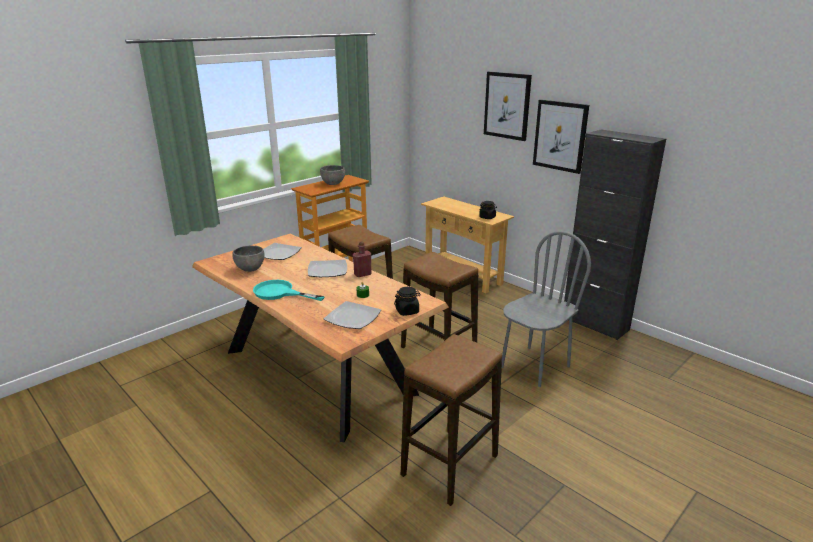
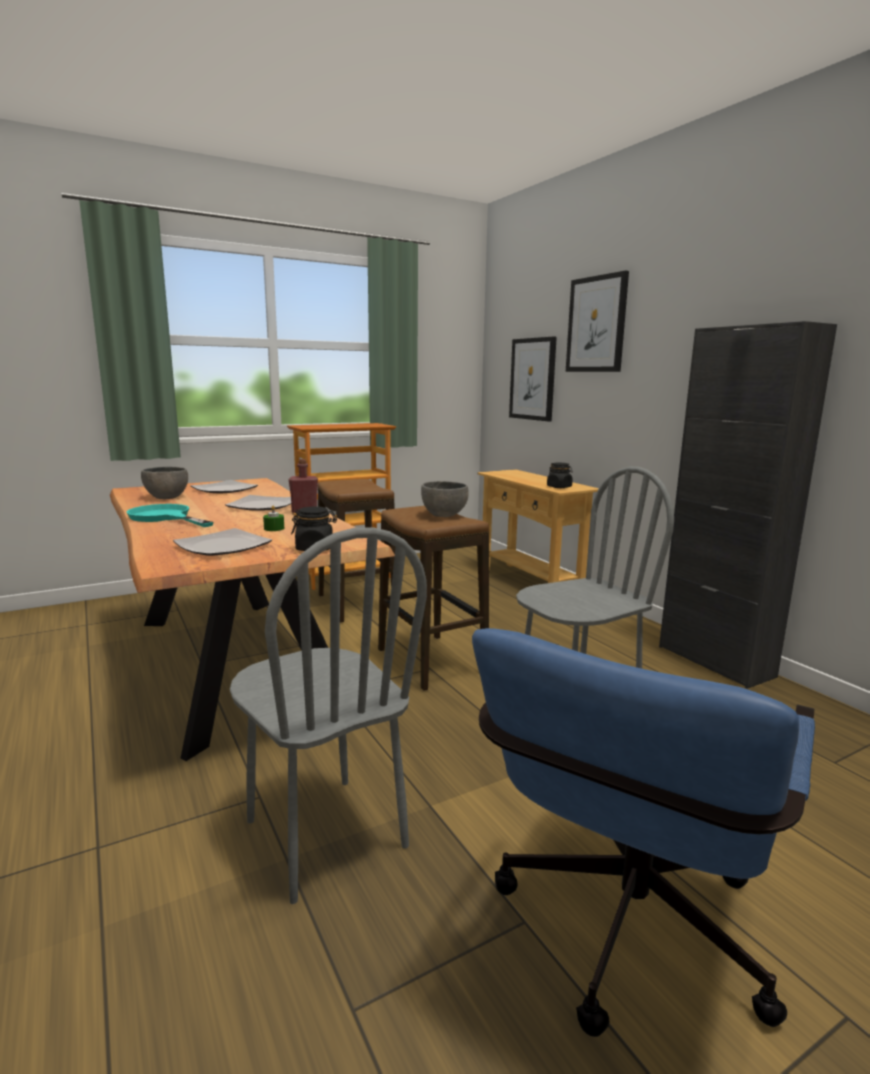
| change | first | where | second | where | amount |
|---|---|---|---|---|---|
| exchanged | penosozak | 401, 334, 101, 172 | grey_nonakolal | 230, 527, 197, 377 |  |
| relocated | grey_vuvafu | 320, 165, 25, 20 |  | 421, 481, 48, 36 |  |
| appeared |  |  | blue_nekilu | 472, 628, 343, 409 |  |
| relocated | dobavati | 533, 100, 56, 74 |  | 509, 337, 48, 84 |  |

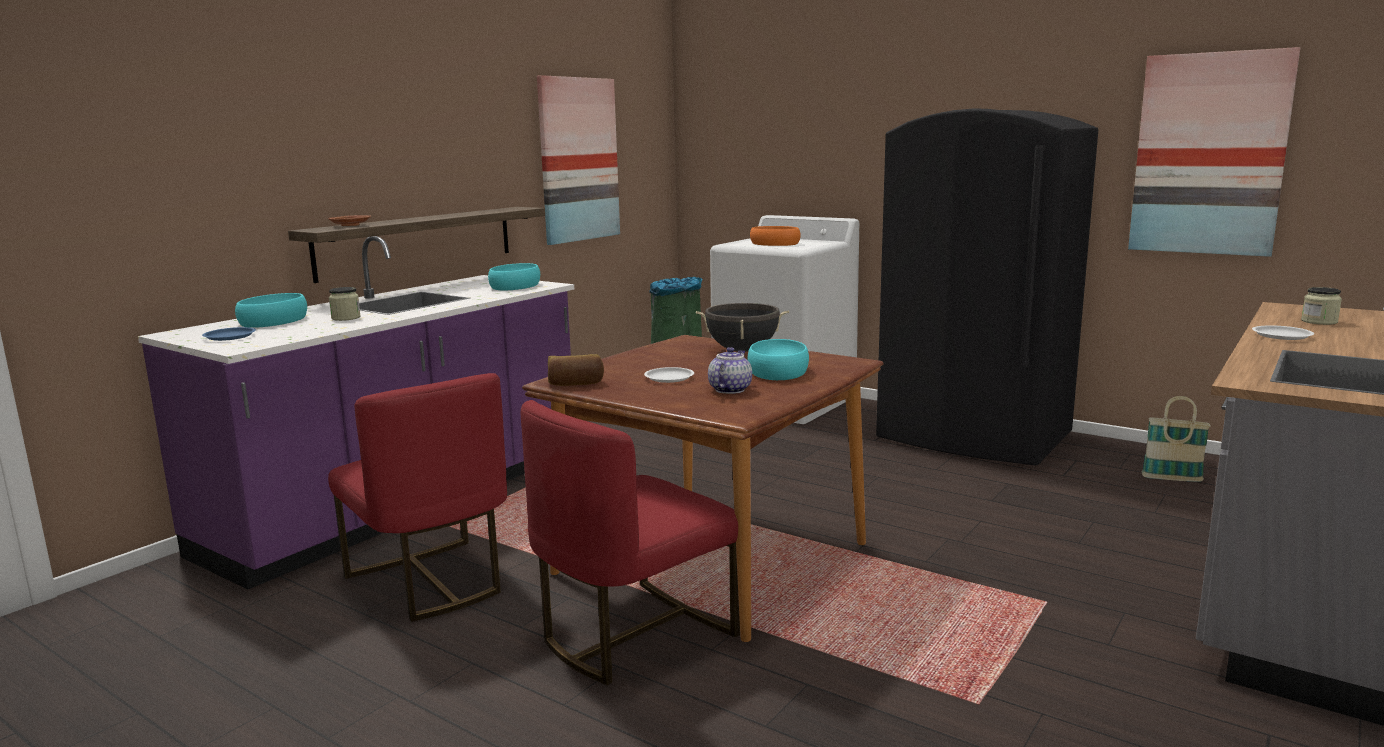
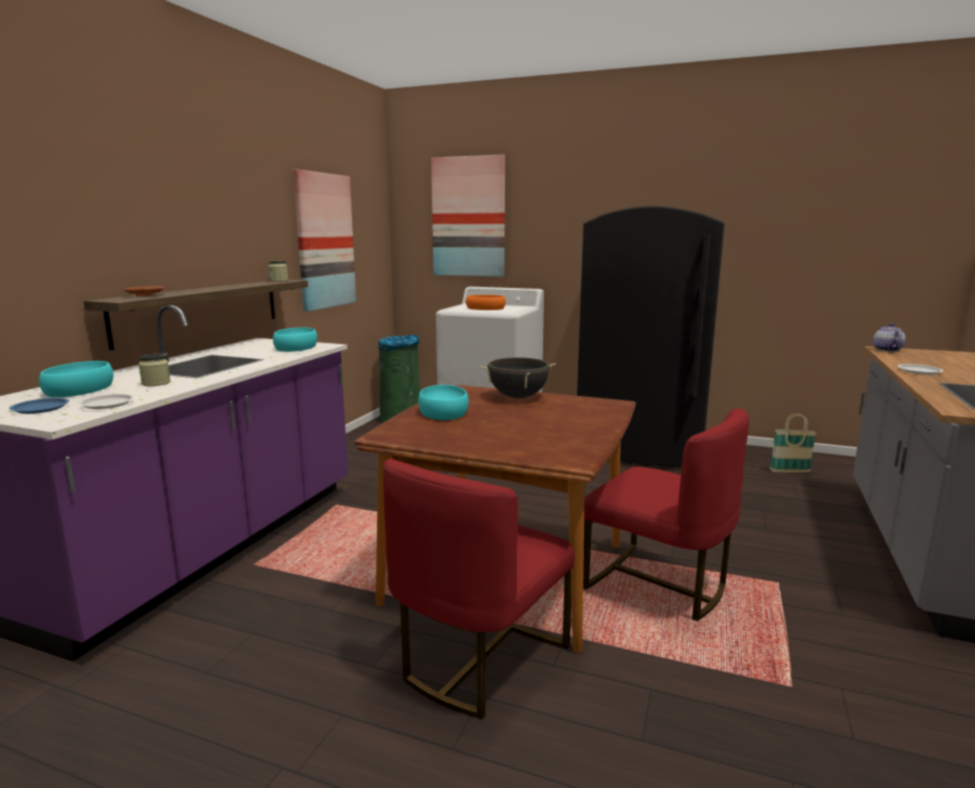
| change | first | where | second | where | amount |
|---|---|---|---|---|---|
| relocated | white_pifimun | 644, 367, 50, 16 |  | 78, 394, 56, 15 |  |
| relocated | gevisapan | 1301, 287, 41, 38 |  | 268, 261, 20, 20 |  |
| relocated | turquoise_vuvafu | 748, 339, 61, 41 |  | 418, 385, 51, 35 |  |
| relocated | dobavati | 1128, 47, 172, 210 |  | 431, 154, 74, 123 |  |
| relocated | red_nonakolal | 328, 373, 179, 249 |  | 583, 409, 166, 212 |  |
| relocated | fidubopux | 708, 347, 44, 47 |  | 873, 323, 33, 29 |  |
| missing | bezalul | 548, 354, 56, 32 |  |  |  |

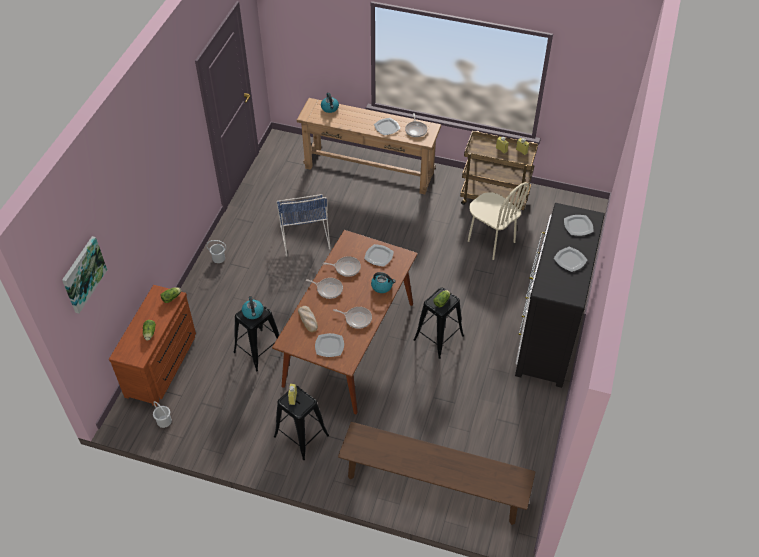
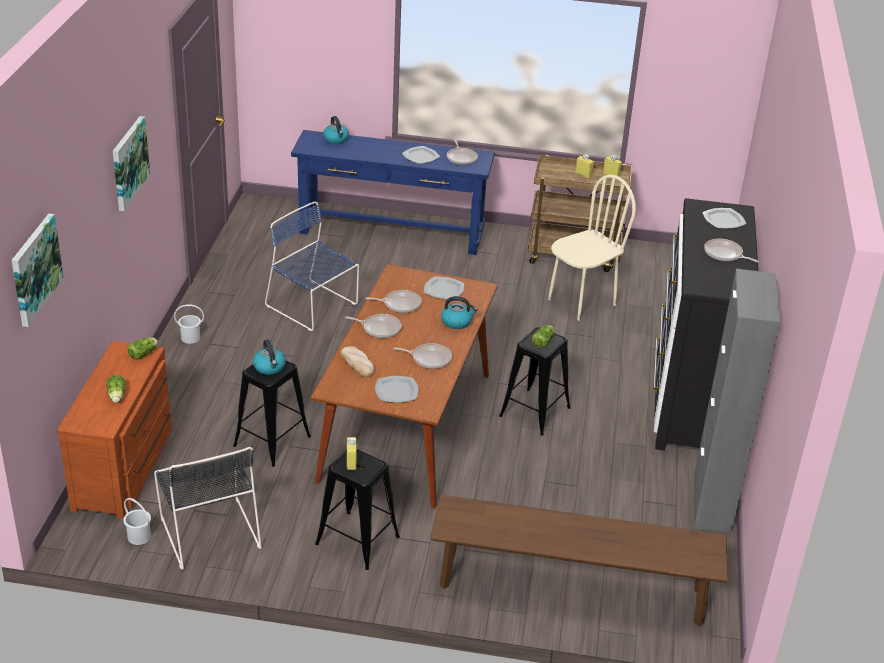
| change | first | where | second | where | amount |
|---|---|---|---|---|---|
| appeared |  |  | dobavati | 113, 116, 37, 95 |  |
| appeared |  |  | black_nonakolal | 154, 447, 108, 123 |  |
| spun | blue_nonakolal | 277, 194, 54, 62 |  | 265, 201, 94, 130 | 150 degrees clockwise |
| colour | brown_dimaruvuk | 297, 98, 144, 96 | blue_dimaruvuk | 291, 130, 204, 125 |  |
| spun | beige_nonakolal | 468, 182, 61, 78 |  | 548, 175, 88, 146 | 75 degrees counterclockwise |
| appeared |  |  | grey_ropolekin | 694, 269, 86, 264 |  |
| exchanged | pifimun | 554, 247, 33, 25 | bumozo | 704, 239, 55, 23 |  |

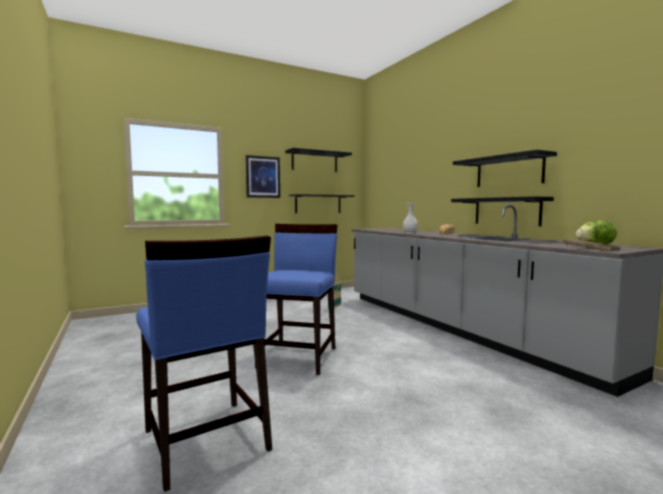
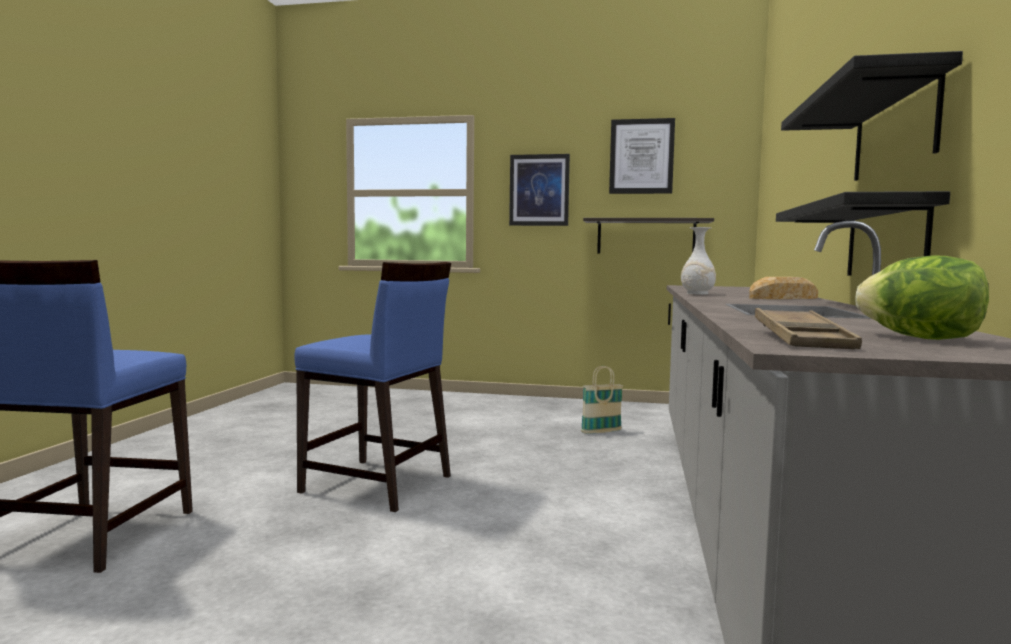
| change | first | where | second | where | amount |
|---|---|---|---|---|---|
| spun | blue_nonakolal | 255, 224, 83, 151 |  | 294, 262, 157, 250 | 60 degrees clockwise |
| exchanged | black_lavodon | 285, 148, 67, 24 | dobavati | 609, 118, 66, 76 |  |

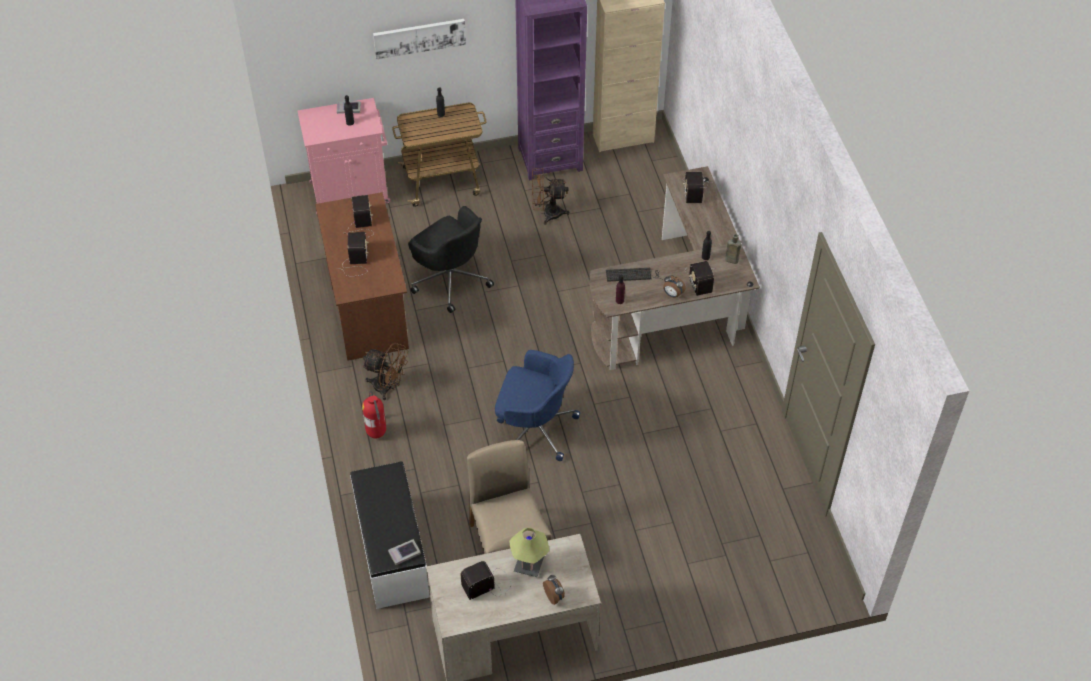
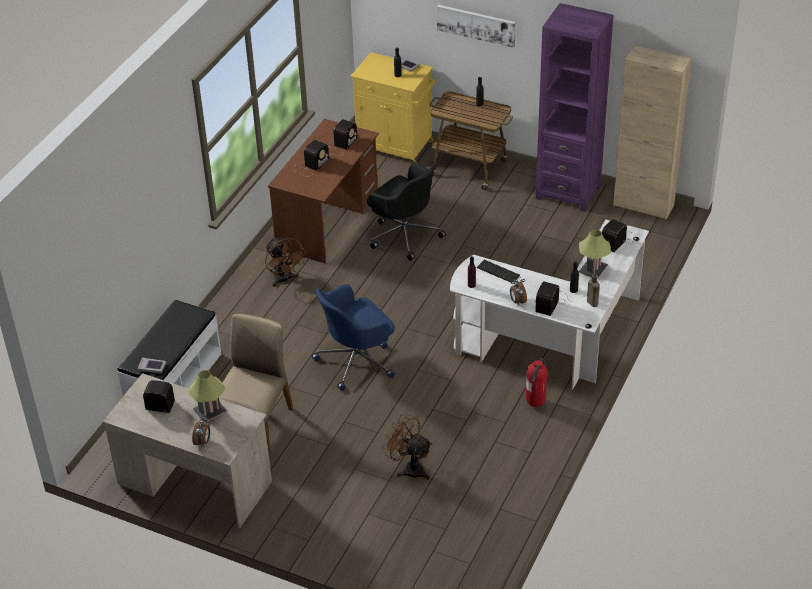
| change | first | where | second | where | amount |
|---|---|---|---|---|---|
| spun | blue_nekilu | 495, 350, 85, 111 |  | 312, 284, 83, 107 | 90 degrees clockwise |
| colour | pink_ropolekin | 297, 98, 93, 117 | yellow_ropolekin | 351, 52, 84, 111 |  |
| spun | black_nekilu | 408, 206, 86, 107 |  | 367, 163, 79, 98 | 45 degrees counterclockwise |
| relocated | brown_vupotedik | 532, 168, 38, 57 |  | 382, 415, 50, 65 |  |
| colour | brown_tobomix | 590, 166, 170, 204 | white_tobomix | 450, 220, 199, 170 |  |
| relocated | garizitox | 362, 391, 24, 47 |  | 526, 358, 21, 49 |  |
| appeared |  |  | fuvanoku | 579, 229, 32, 49 |  |

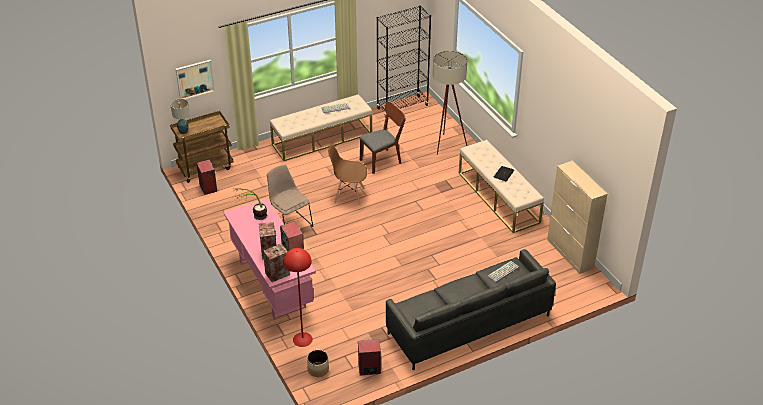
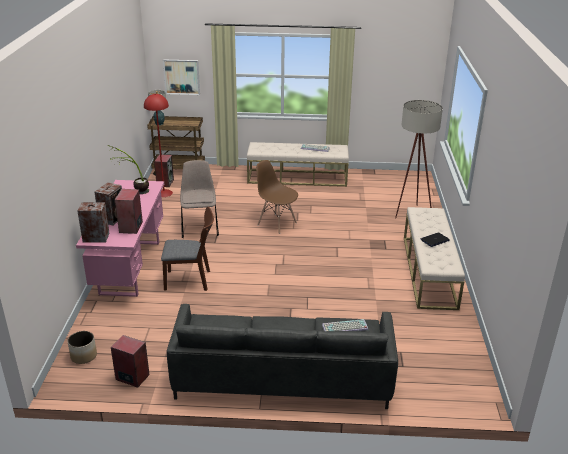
| change | first | where | second | where | amount |
|---|---|---|---|---|---|
| relocated | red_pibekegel | 283, 248, 30, 99 |  | 144, 94, 29, 103 |  |
| relocated | brown_nonakolal | 359, 101, 47, 73 |  | 161, 206, 53, 85 |  |
| missing | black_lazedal | 377, 5, 54, 113 |  |  |  |
| missing | beige_ropolekin | 547, 161, 60, 113 |  |  |  |

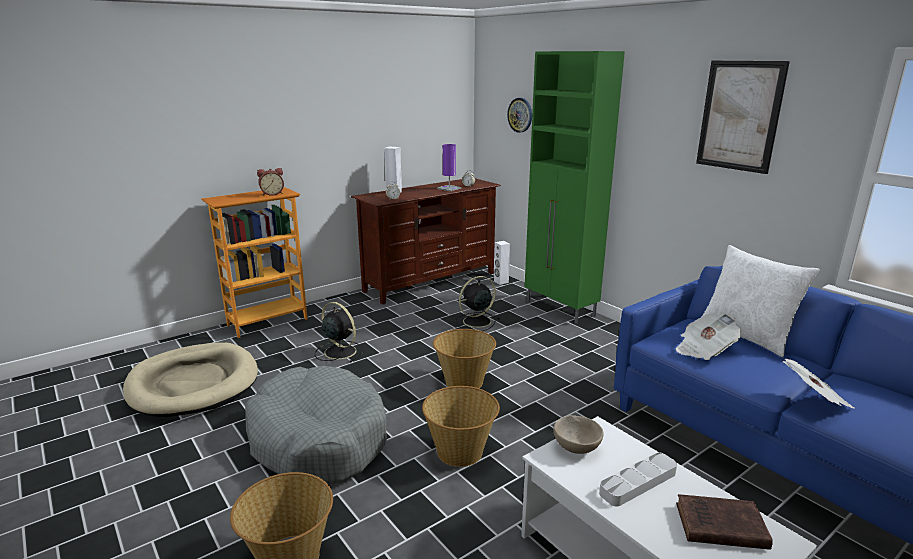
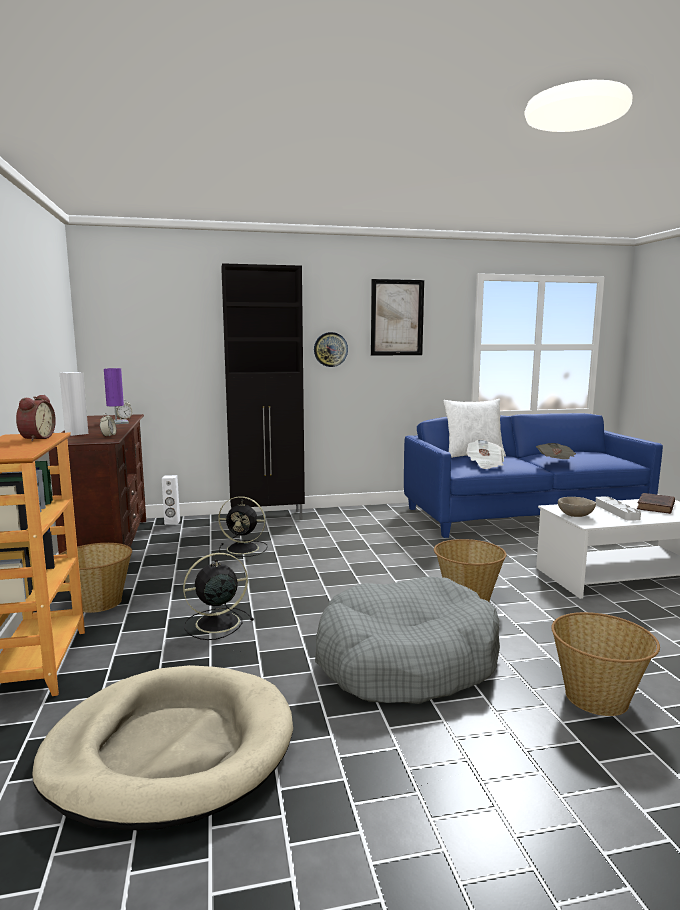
| change | first | where | second | where | amount |
|---|---|---|---|---|---|
| relocated | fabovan | 433, 329, 63, 59 |  | 59, 543, 73, 70 |  |
| spun | black_vupotedik | 456, 276, 44, 55 |  | 218, 496, 49, 61 | 75 degrees counterclockwise |
| colour | green_ropolekin | 525, 51, 100, 273 | black_ropolekin | 221, 263, 84, 256 |  |
| relocated | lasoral | 507, 98, 25, 35 |  | 314, 332, 34, 35 |  |

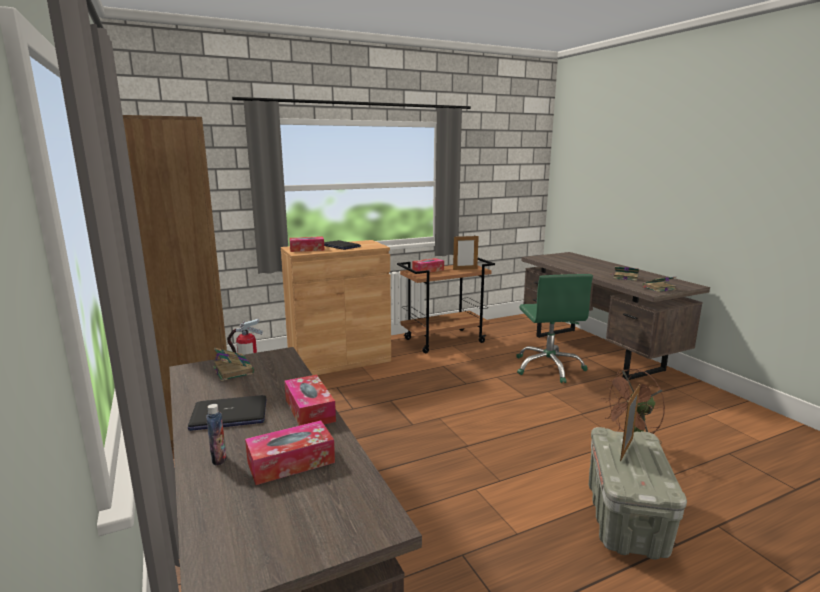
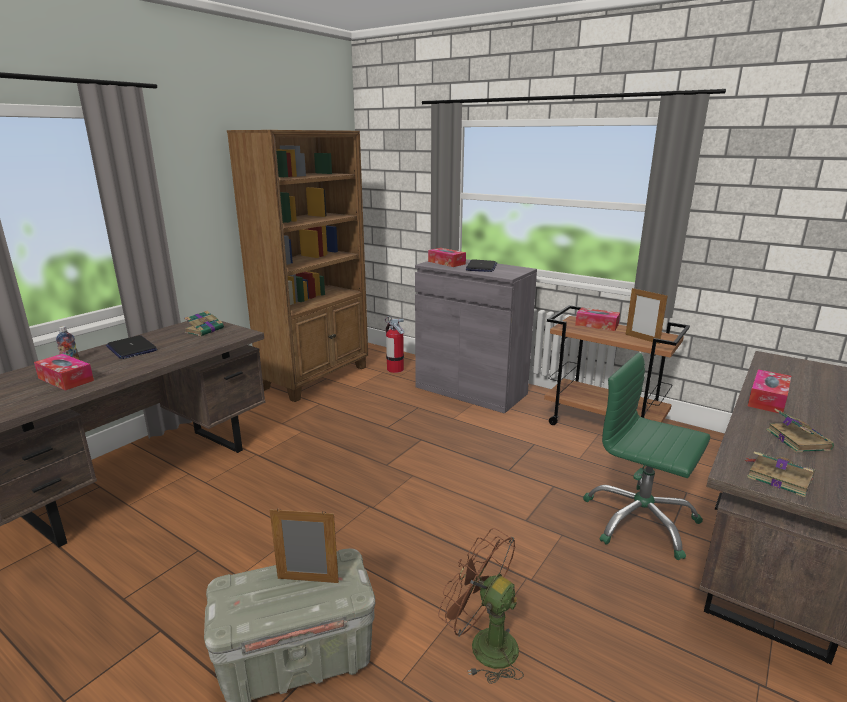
| change | first | where | second | where | amount |
|---|---|---|---|---|---|
| colour | brown_ropolekin | 281, 240, 110, 135 | grey_ropolekin | 415, 259, 122, 154 |  |
| spun | green_nekilu | 516, 274, 77, 109 |  | 583, 353, 127, 207 | 75 degrees clockwise |
| relocated | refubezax | 284, 375, 52, 51 |  | 748, 369, 43, 45 |  |

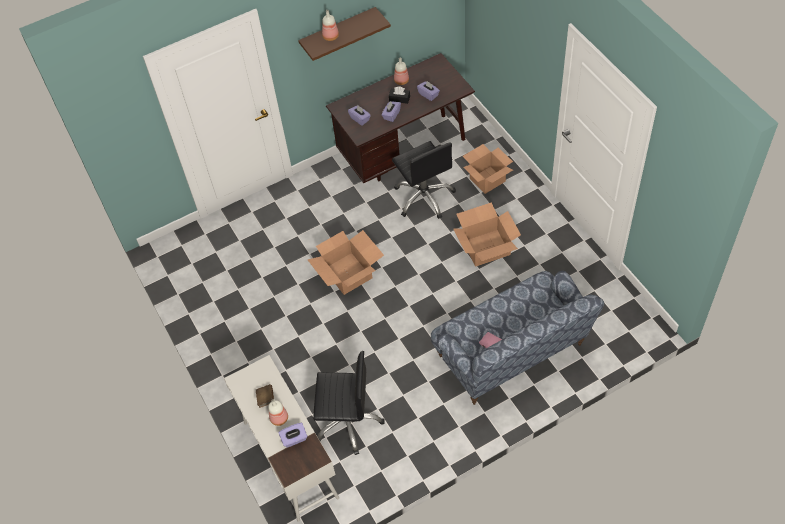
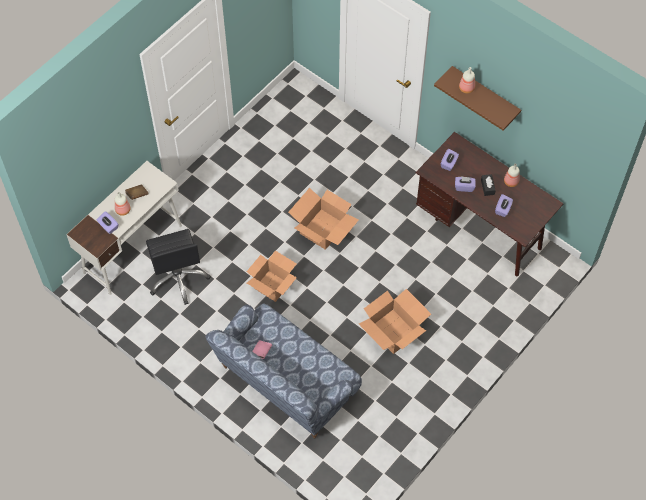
| change | first | where | second | where | amount |
|---|---|---|---|---|---|
| relocated | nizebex | 463, 144, 50, 50 |  | 247, 251, 50, 51 |  |
| missing | black_nekilu | 392, 141, 64, 78 |  |  |  |

